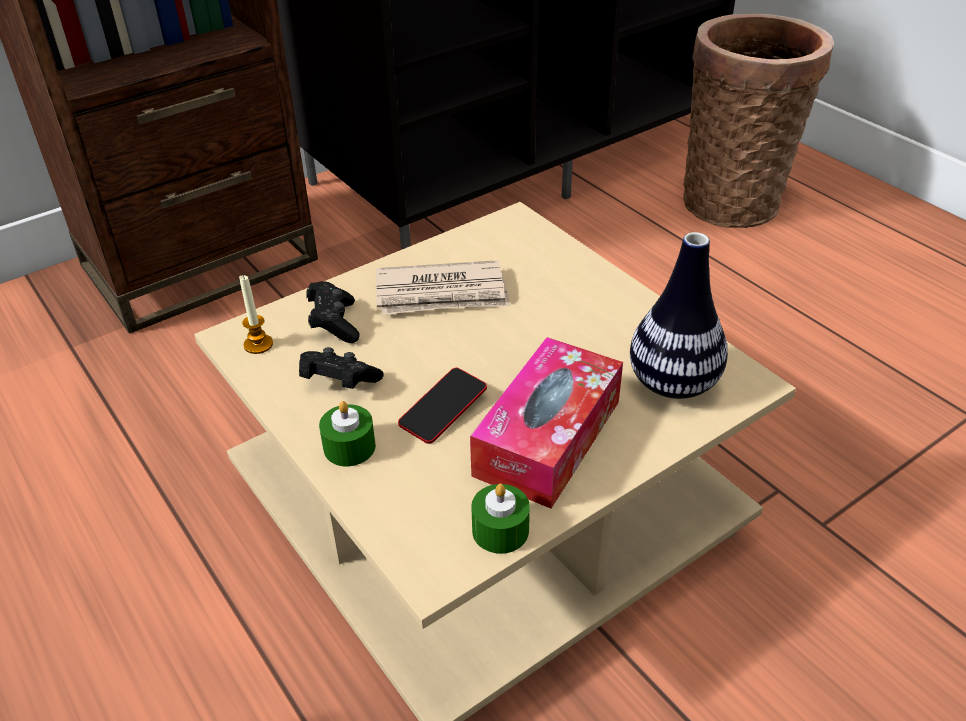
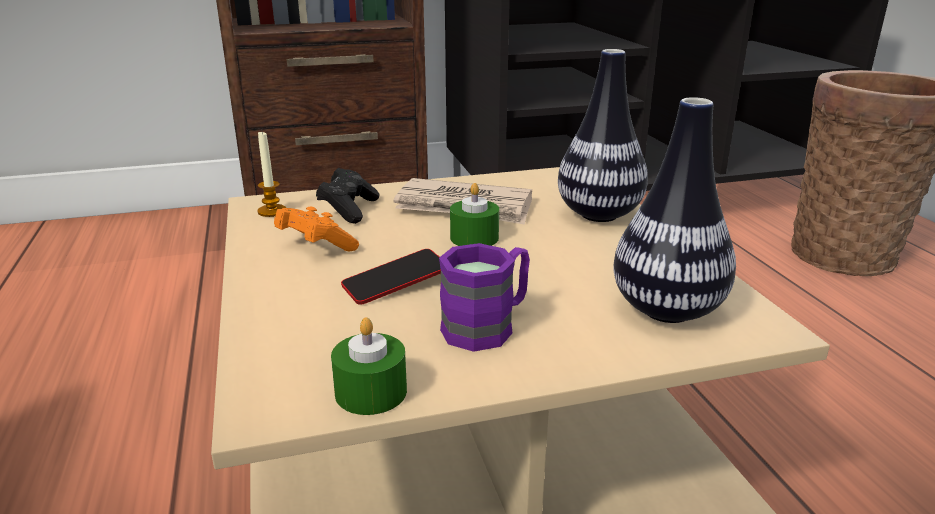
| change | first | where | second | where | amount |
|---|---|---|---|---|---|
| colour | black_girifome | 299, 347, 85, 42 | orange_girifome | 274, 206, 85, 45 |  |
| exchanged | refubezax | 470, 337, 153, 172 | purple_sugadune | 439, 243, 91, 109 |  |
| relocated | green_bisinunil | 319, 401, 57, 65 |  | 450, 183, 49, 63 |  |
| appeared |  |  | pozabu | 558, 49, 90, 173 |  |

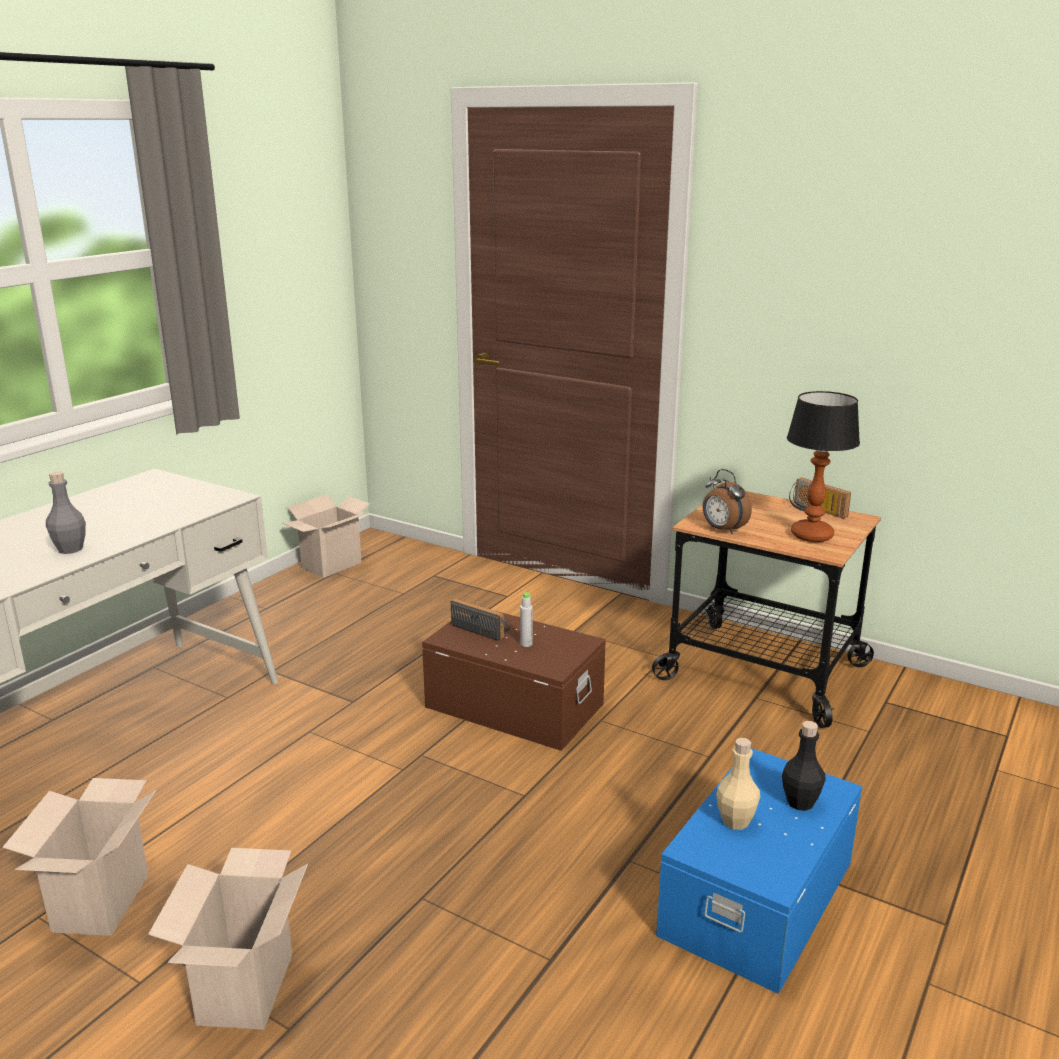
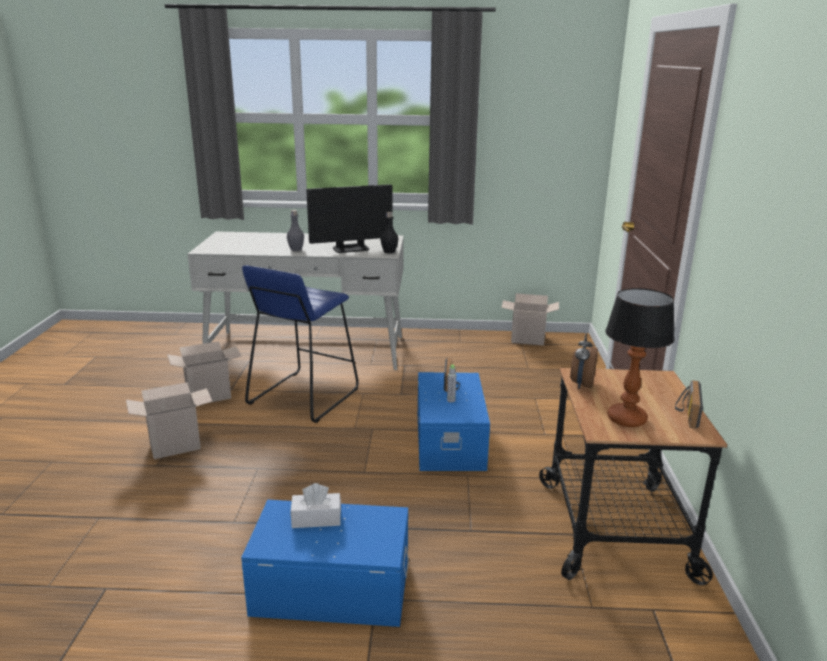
| change | first | where | second | where | amount |
|---|---|---|---|---|---|
| appeared |  |  | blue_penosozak | 242, 265, 117, 158 |  |
| exchanged | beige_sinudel | 716, 738, 44, 92 | white_refubezax | 291, 483, 50, 45 |  |
| appeared |  |  | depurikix | 306, 184, 86, 69 |  |
| relocated | black_sinudel | 782, 721, 44, 90 |  | 380, 212, 18, 41 |  |
| colour | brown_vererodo | 422, 611, 184, 140 | blue_vererodo | 418, 372, 72, 99 |  |

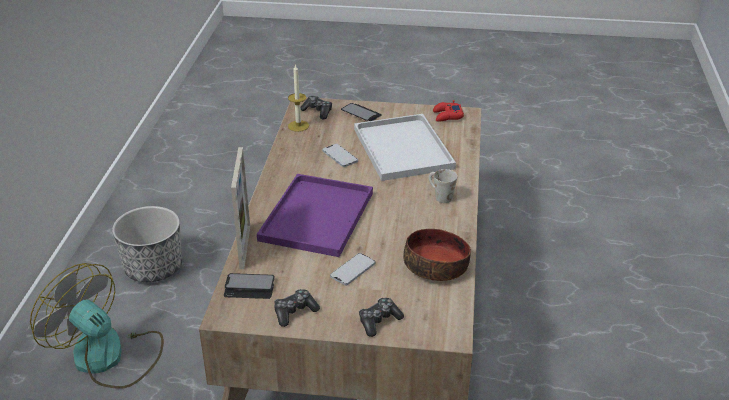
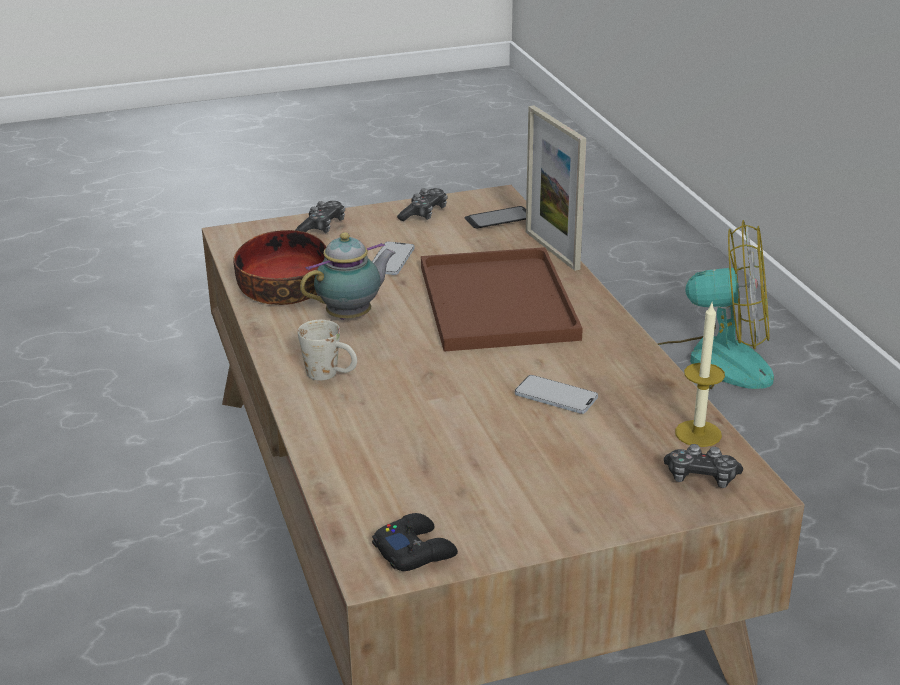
| change | first | where | second | where | amount |
|---|---|---|---|---|---|
| appeared |  |  | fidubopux | 300, 232, 96, 88 |  |
| colour | red_girifome | 433, 100, 31, 22 | black_girifome | 372, 513, 86, 58 |  |
| colour | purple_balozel | 257, 174, 116, 83 | brown_balozel | 421, 247, 162, 105 |  |
| missing | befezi | 112, 206, 70, 76 |  |  |  |
| missing | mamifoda | 341, 103, 41, 18 |  |  |  |
| missing | white_balozel | 354, 114, 102, 67 |  |  |  |

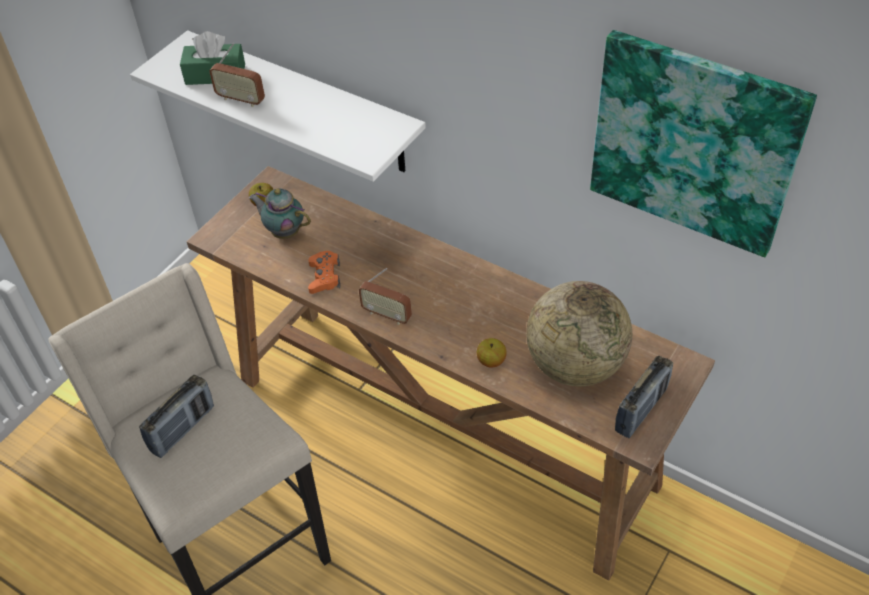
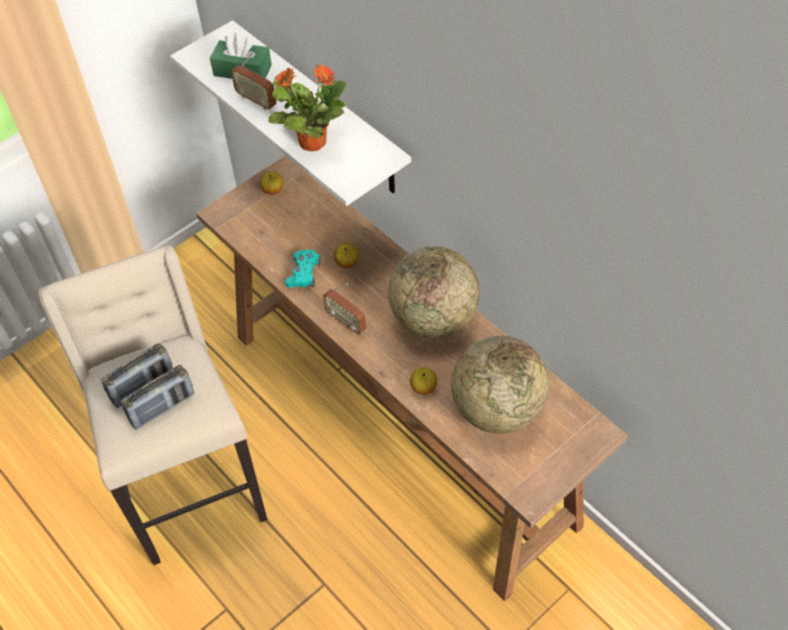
| change | first | where | second | where | amount |
|---|---|---|---|---|---|
| relocated | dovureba | 615, 356, 58, 82 |  | 121, 365, 73, 65 |  |
| appeared |  |  | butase | 268, 64, 78, 87 |  |
| colour | orange_girifome | 308, 251, 32, 43 | turquoise_girifome | 285, 250, 36, 38 |  |
| appeared |  |  | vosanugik | 334, 243, 25, 25 |  |
| appeared |  |  | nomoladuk | 388, 246, 92, 92 |  |
| missing | fidubopux | 249, 188, 62, 51 |  |  |  |
| missing | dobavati | 590, 30, 227, 227 |  |  |  |

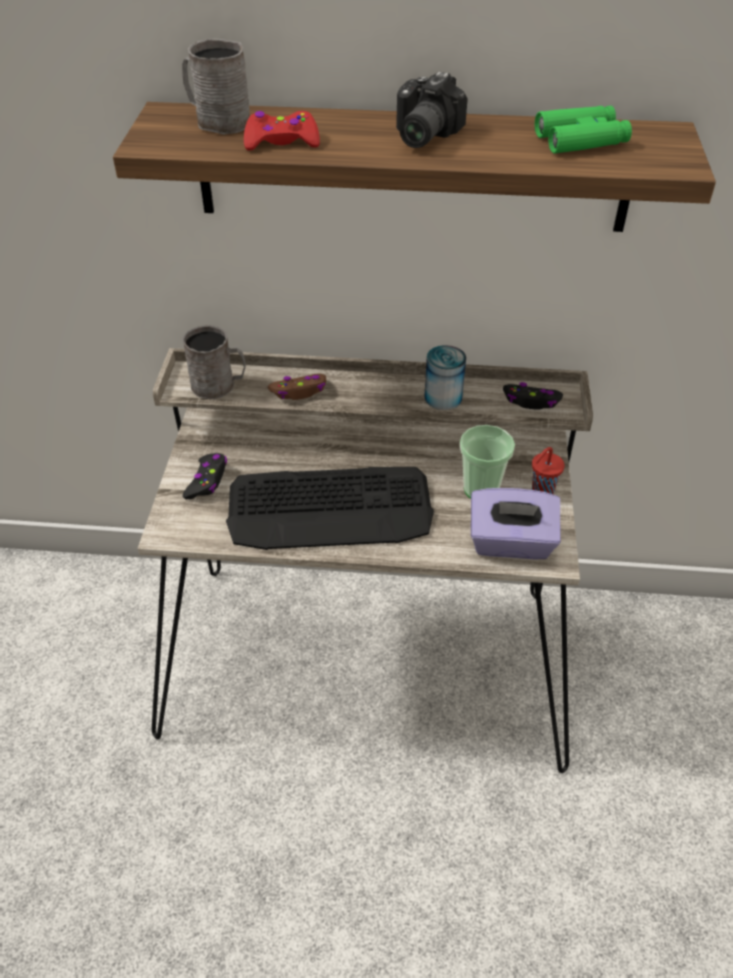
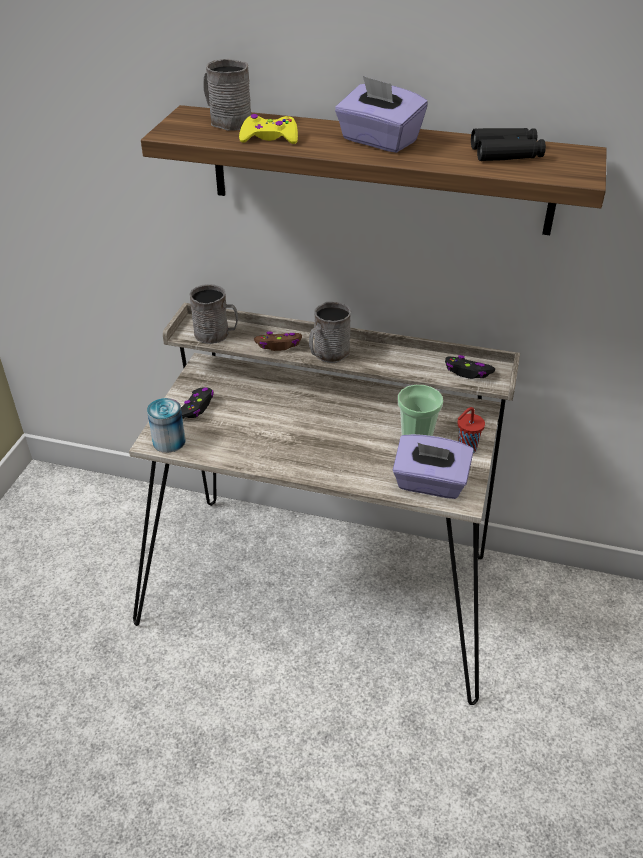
| change | first | where | second | where | amount |
|---|---|---|---|---|---|
| relocated | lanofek | 424, 345, 42, 65 |  | 147, 398, 38, 55 |  |
| colour | red_girifome | 244, 111, 76, 40 | yellow_girifome | 239, 114, 59, 30 |  |
| appeared |  |  | grey_sugadune | 309, 302, 42, 61 |  |
| exchanged | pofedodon | 396, 72, 72, 76 | purple_refubezax | 335, 76, 93, 77 |  |
| colour | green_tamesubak | 535, 106, 97, 47 | black_tamesubak | 471, 128, 75, 33 |  |
| missing | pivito | 226, 467, 208, 83 |  |  |  |

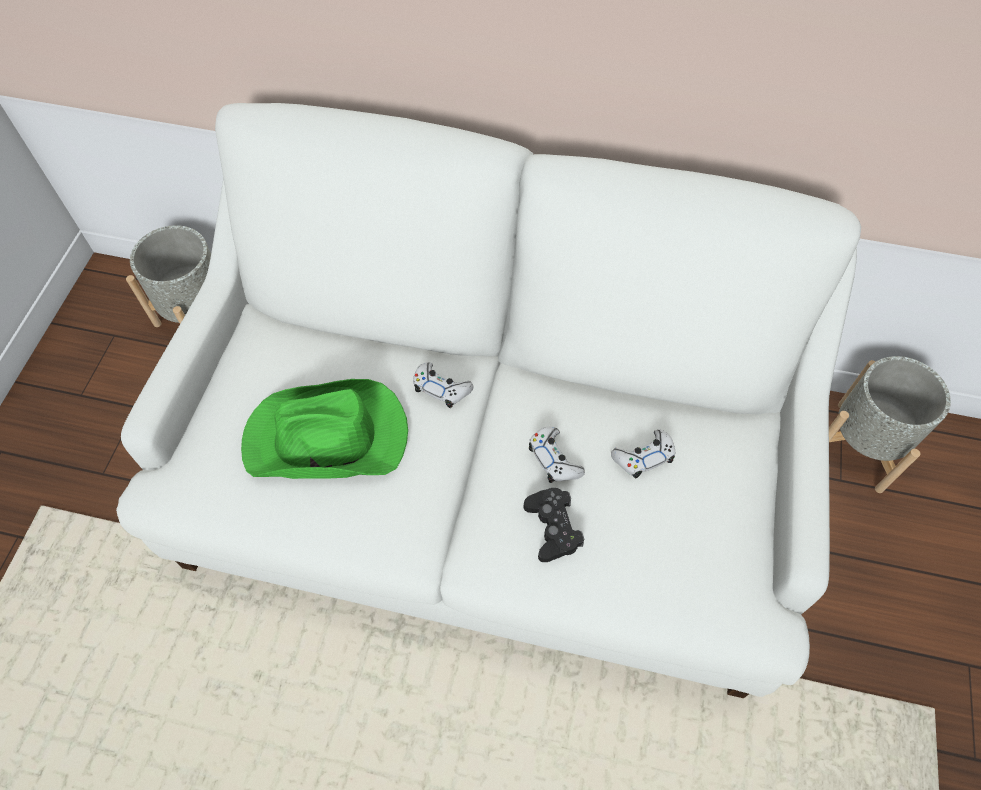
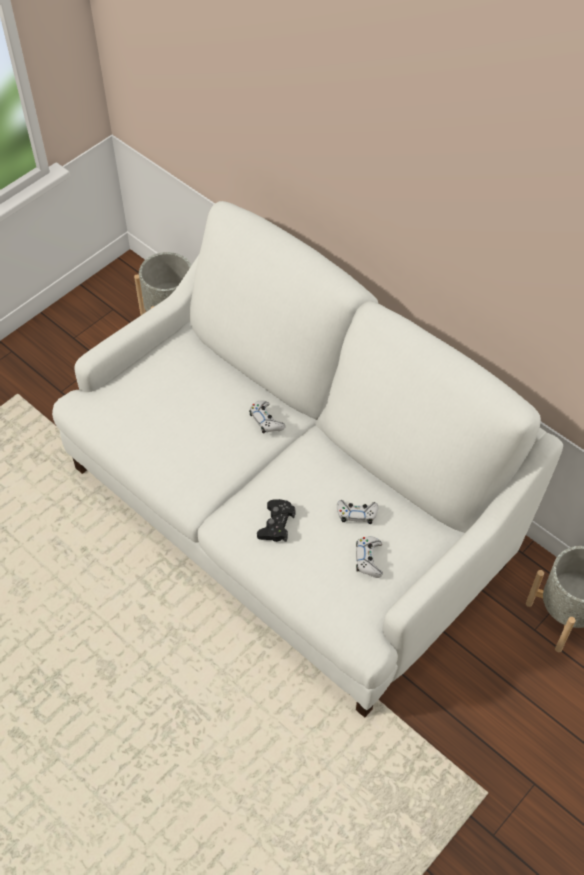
| change | first | where | second | where | amount |
|---|---|---|---|---|---|
| relocated | white_girifome | 529, 427, 56, 56 |  | 356, 536, 27, 42 |  |
| missing | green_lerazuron | 241, 379, 167, 100 |  |  |  |

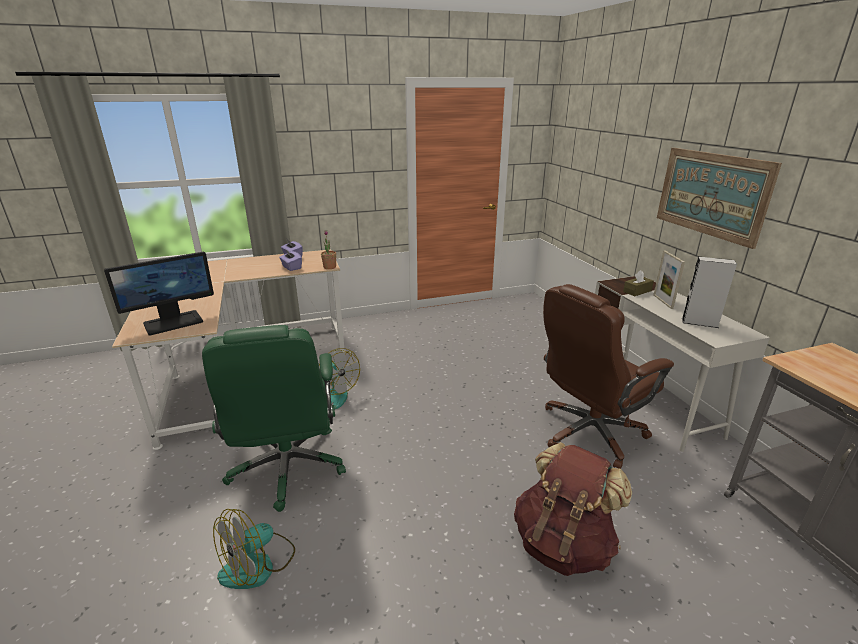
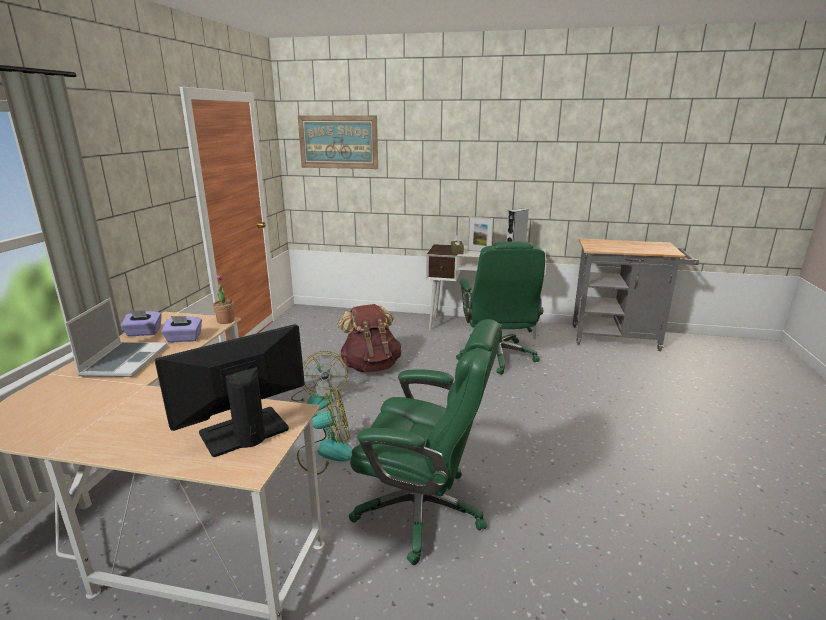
| change | first | where | second | where | amount |
|---|---|---|---|---|---|
| appeared |  |  | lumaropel | 65, 298, 102, 79 |  |
| spun | depurikix | 104, 252, 110, 84 |  | 155, 324, 150, 133 | 120 degrees counterclockwise |
| relocated | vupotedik | 213, 509, 82, 80 |  | 291, 351, 57, 60 |  |
| relocated | dobavati | 657, 148, 125, 101 |  | 298, 115, 80, 54 |  |
| relocated | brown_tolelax | 514, 442, 118, 134 |  | 338, 304, 63, 69 |  |
| colour | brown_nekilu | 543, 284, 131, 185 | green_nekilu | 456, 242, 89, 133 |  |

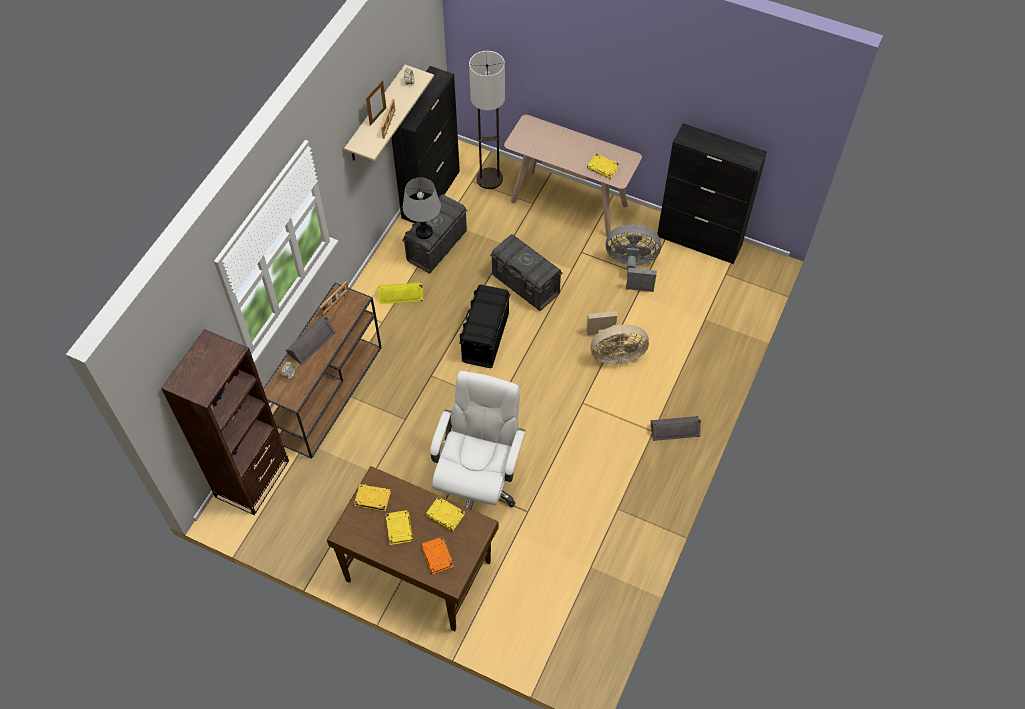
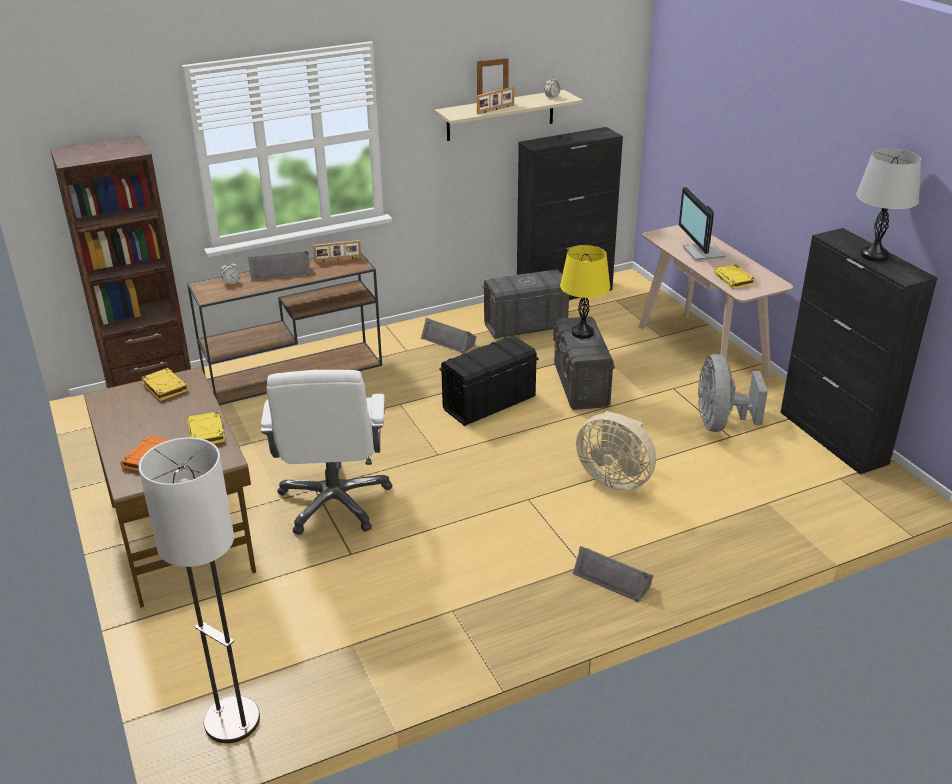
| change | first | where | second | where | amount |
|---|---|---|---|---|---|
| relocated | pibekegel | 469, 51, 36, 138 |  | 139, 437, 121, 306 |  |
| spun | white_nekilu | 430, 371, 96, 138 |  | 261, 370, 131, 165 | 120 degrees clockwise |
| colour | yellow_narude | 377, 282, 47, 22 | grey_narude | 421, 318, 55, 35 |  |
| appeared |  |  | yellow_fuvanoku | 560, 245, 50, 94 |  |
| appeared |  |  | depurikix | 679, 187, 46, 74 |  |
| spun | grey_vupotedik | 605, 224, 56, 68 |  | 698, 354, 70, 78 | 135 degrees counterclockwise |
| relocated | grey_fuvanoku | 403, 178, 38, 61 |  | 856, 148, 65, 114 |  |
| missing | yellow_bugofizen | 386, 510, 27, 35 |  |  |  |

